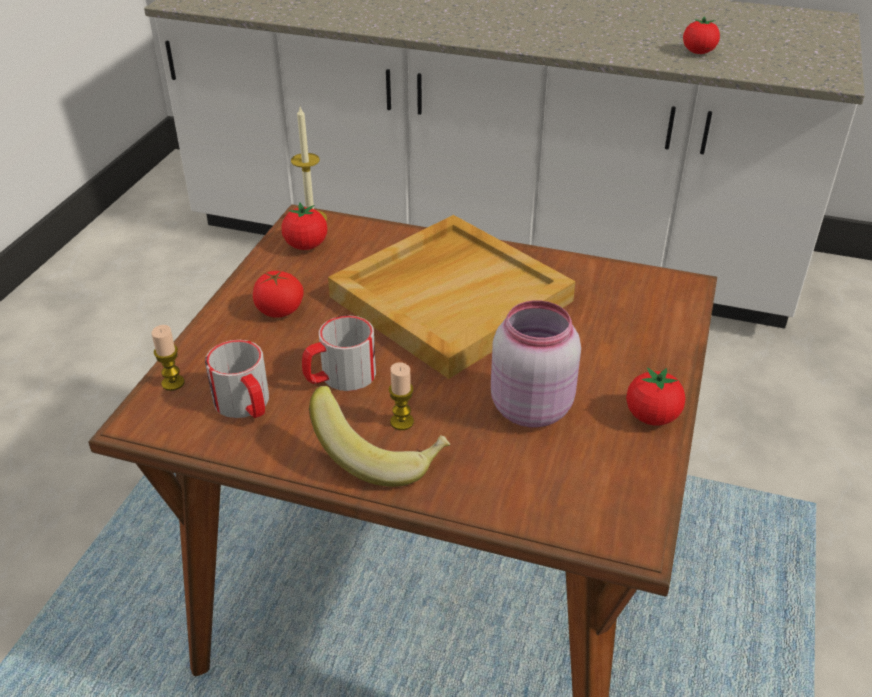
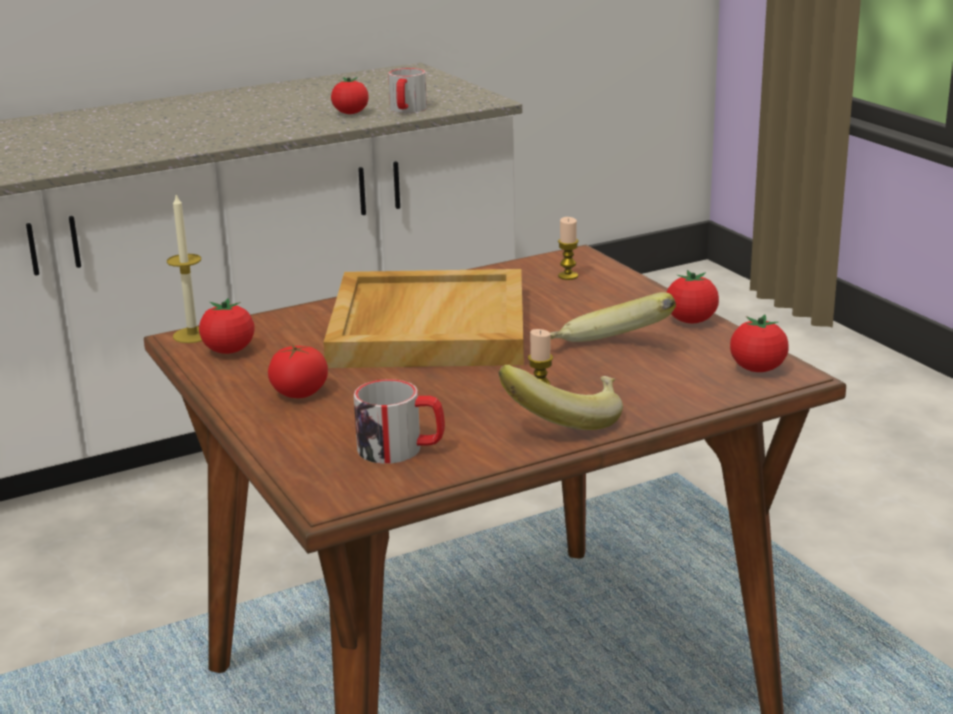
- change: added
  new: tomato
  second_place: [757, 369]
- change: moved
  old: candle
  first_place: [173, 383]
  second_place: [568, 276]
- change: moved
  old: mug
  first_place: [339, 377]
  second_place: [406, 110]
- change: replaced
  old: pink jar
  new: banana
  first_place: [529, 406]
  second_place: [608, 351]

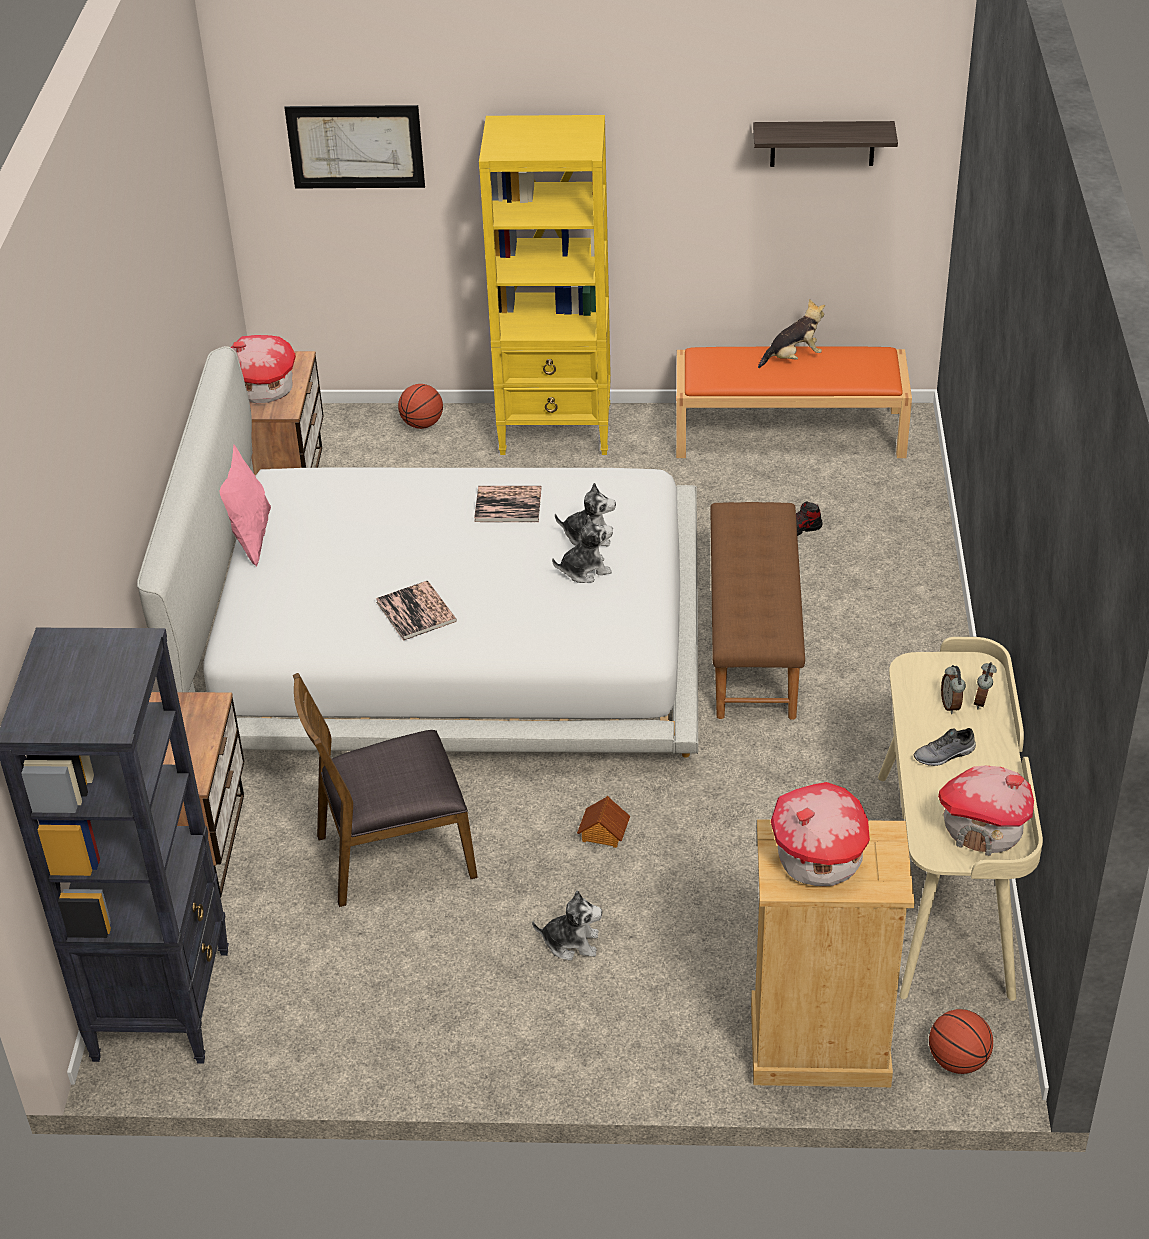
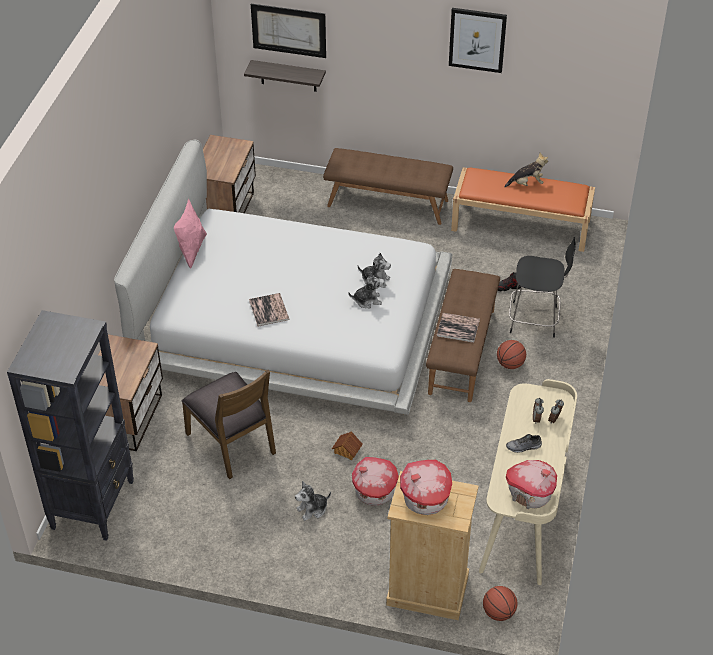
- change: added
  new: picture
  second_place: [477, 39]
- change: added
  new: black stool
  second_place: [536, 320]
- change: moved
  old: toy house
  first_place: [263, 390]
  second_place: [374, 492]
- change: moved
  old: basketball
  first_place: [422, 424]
  second_place: [510, 364]
- change: moved
  old: book
  first_place: [508, 505]
  second_place: [458, 328]
- change: moved
  old: shelf
  first_place: [822, 143]
  second_place: [288, 76]
- change: replaced
  old: yellow bookcase
  new: brown bench
  first_place: [557, 431]
  second_place: [388, 202]
- change: turned
  old: brown chair
  first_place: [394, 854]
  second_place: [232, 443]
  degrees: -120
- change: turned
  old: plush toy
  first_place: [571, 943]
  second_place: [312, 509]
  degrees: 135

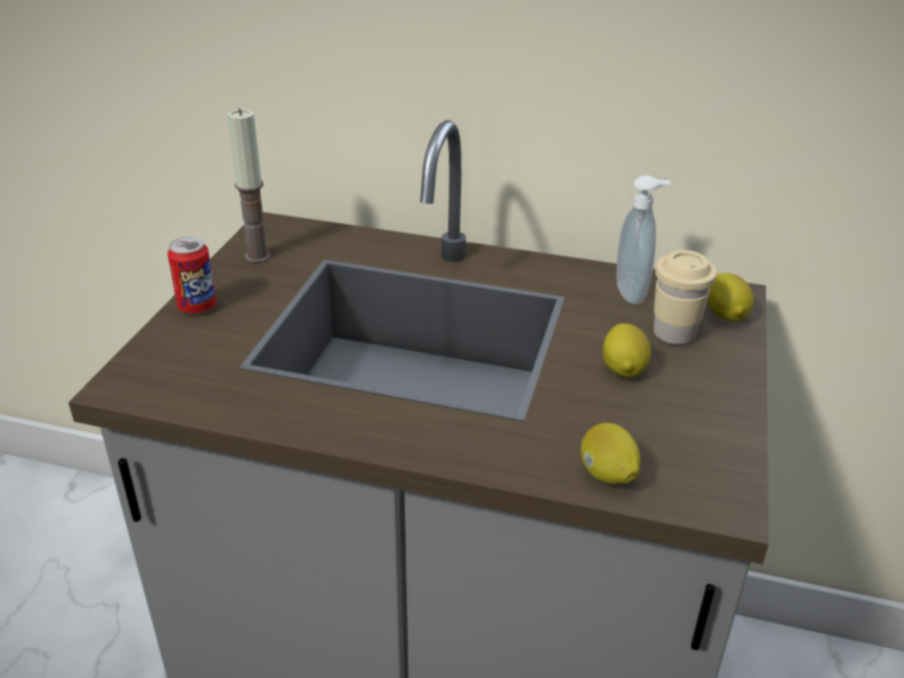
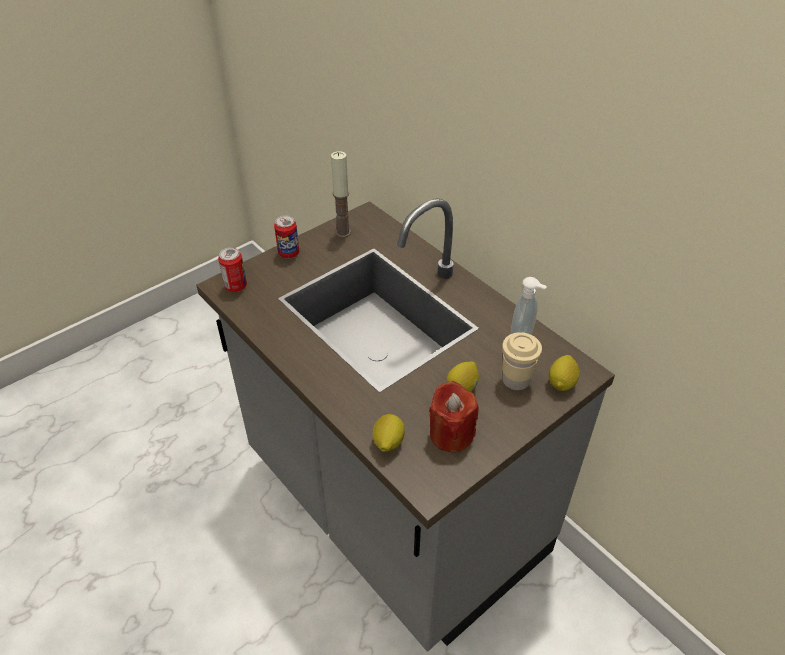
- change: added
  new: can
  second_place: [236, 286]
- change: added
  new: red candle
  second_place: [451, 434]

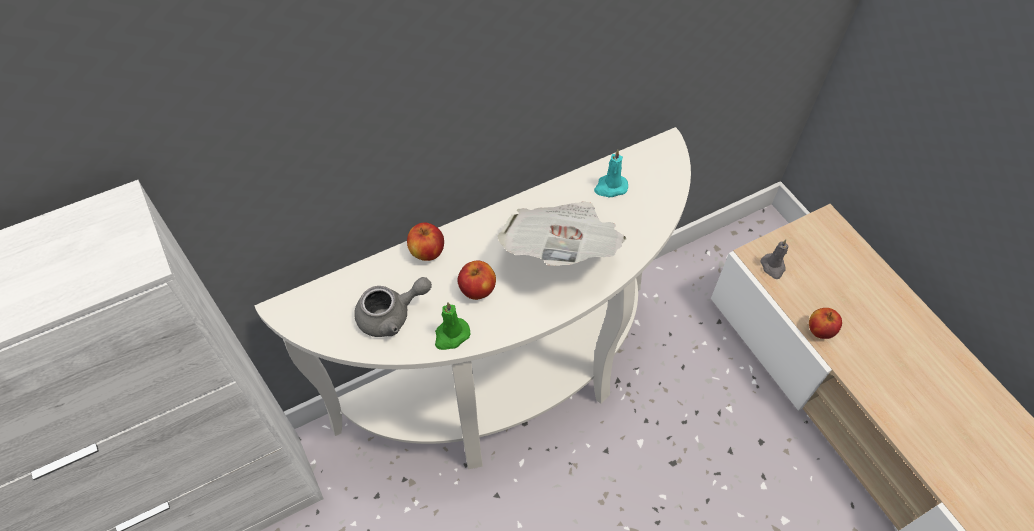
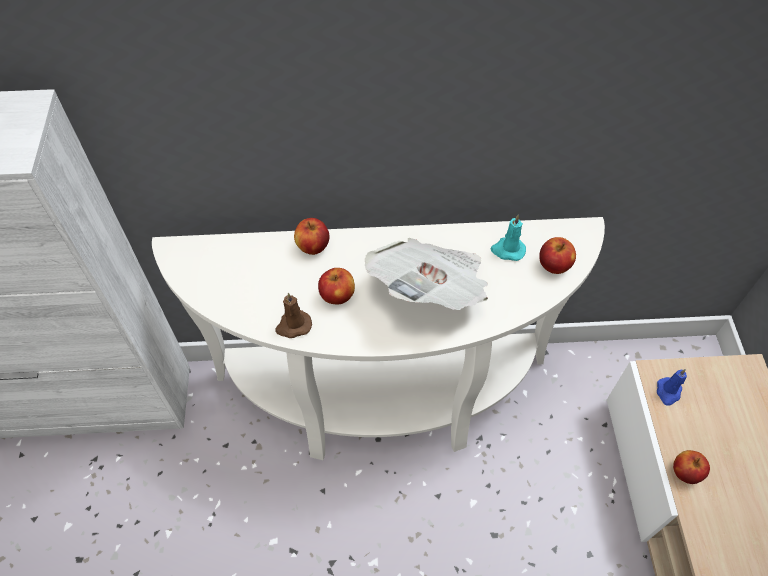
- change: removed
  old: grey teapot
  first_place: [391, 315]
- change: added
  new: apple
  second_place: [554, 265]
- change: recoloured
  old: green candle
  new: brown candle
  first_place: [451, 335]
  second_place: [293, 326]
- change: recoloured
  old: grey candle
  new: blue candle
  first_place: [773, 267]
  second_place: [668, 392]

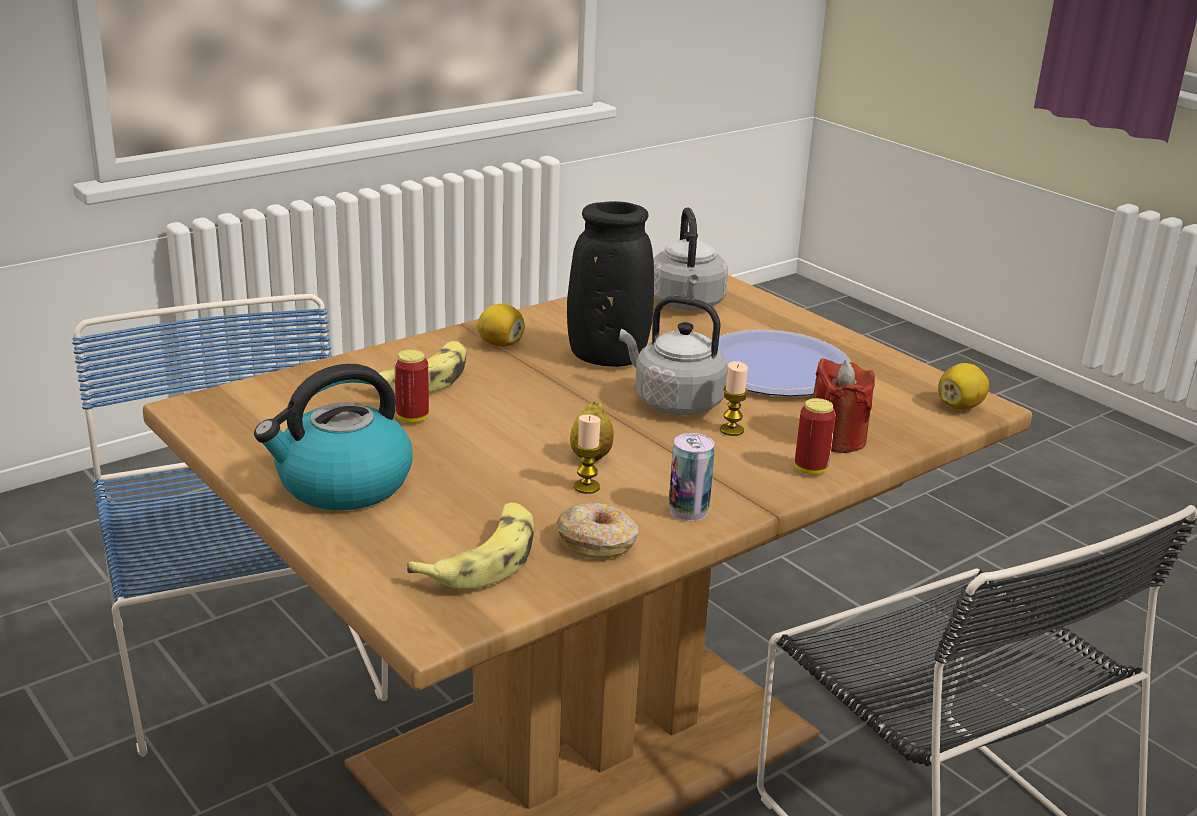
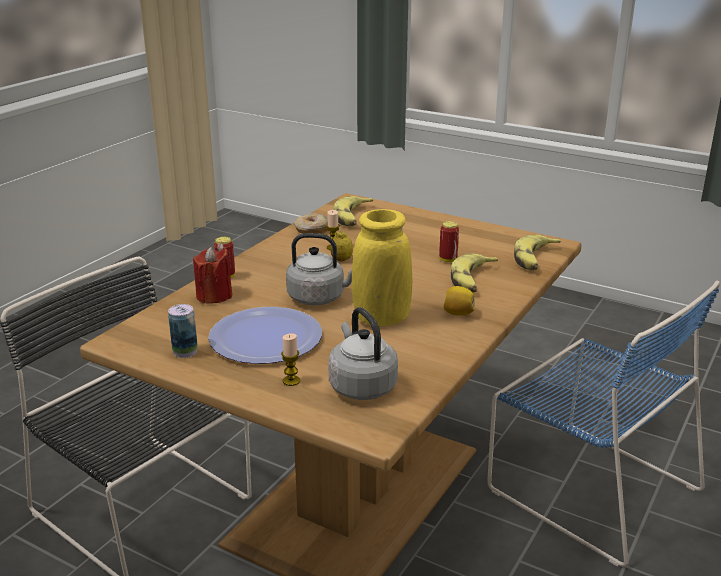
- change: removed
  old: kettle
  first_place: [342, 485]
- change: removed
  old: lemon
  first_place: [960, 406]
- change: added
  new: banana
  second_place: [535, 259]
- change: moved
  old: can
  first_place: [688, 511]
  second_place: [185, 351]
- change: moved
  old: candle
  first_place: [731, 430]
  second_place: [291, 381]
- change: recoloured
  old: black vase
  new: yellow vase
  first_place: [608, 358]
  second_place: [381, 319]

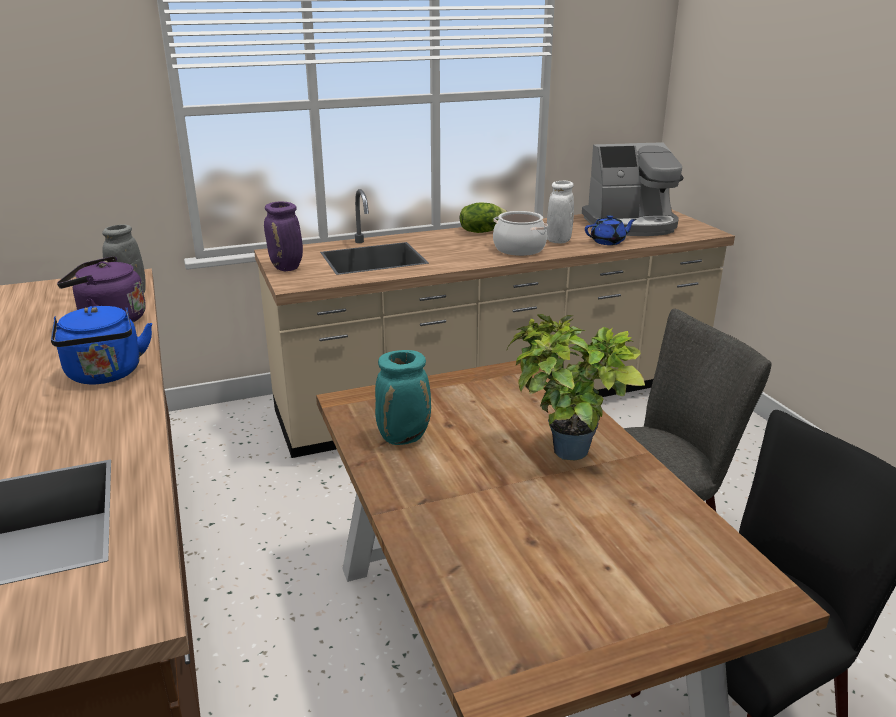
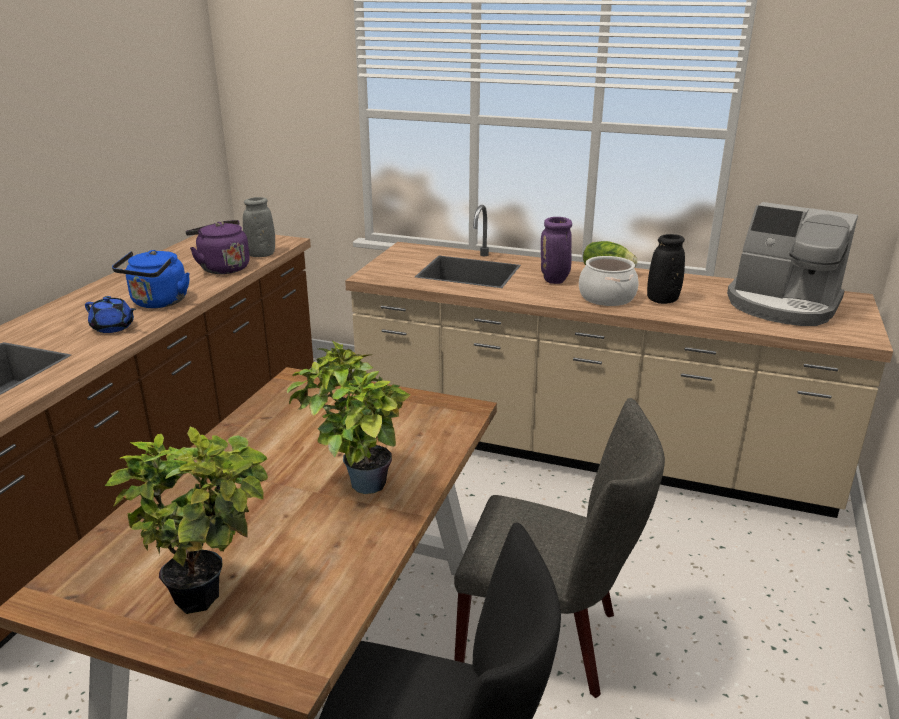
- change: removed
  old: turquoise vase
  first_place: [404, 437]
- change: added
  new: potted plant
  second_place: [210, 593]
- change: moved
  old: purple vase
  first_place: [287, 268]
  second_place: [555, 281]
- change: moved
  old: blue teapot
  first_place: [608, 242]
  second_place: [113, 327]
- change: recoloured
  old: white vase
  new: black vase
  first_place: [558, 241]
  second_place: [662, 300]

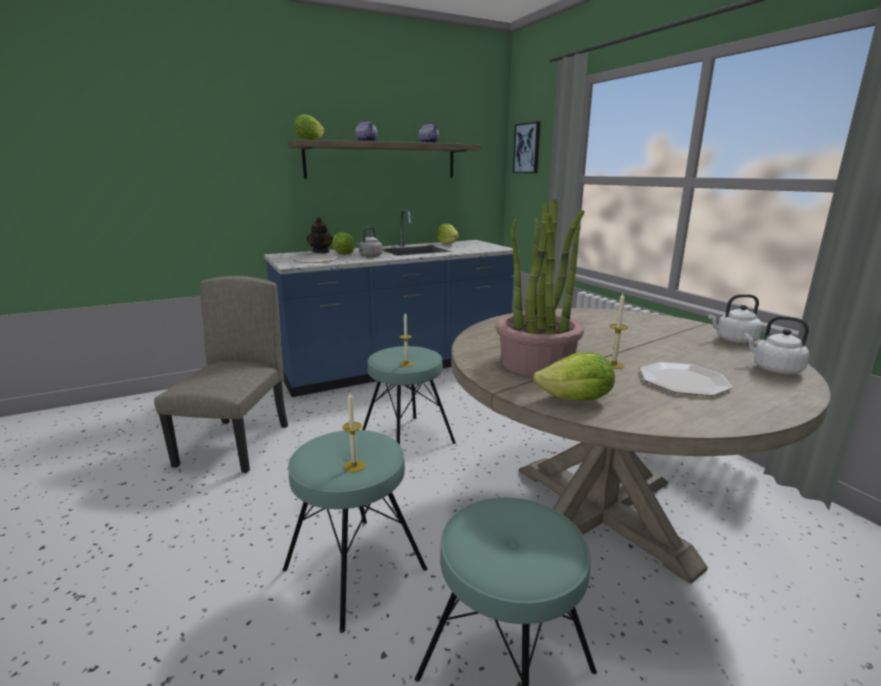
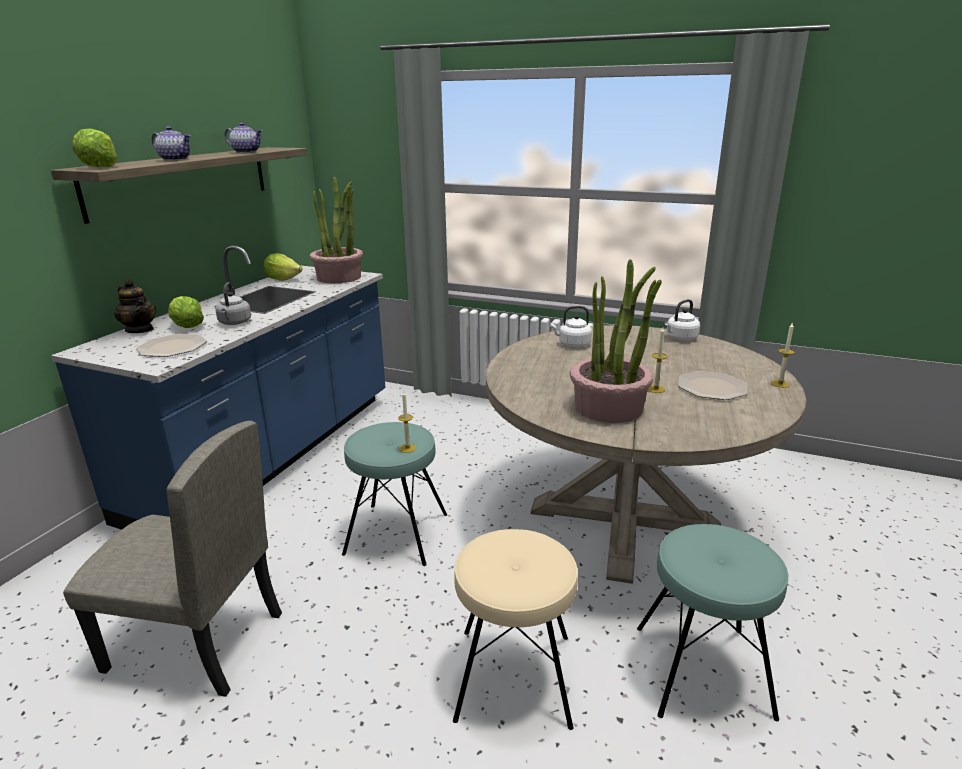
- change: removed
  old: picture
  first_place: [527, 148]
- change: removed
  old: lettuce
  first_place: [576, 400]
- change: added
  new: potted plant
  second_place: [339, 277]
- change: moved
  old: candle
  first_place: [354, 466]
  second_place: [780, 384]
- change: moved
  old: white kettle
  first_place: [774, 369]
  second_place: [572, 344]
- change: recoloured
  old: turquoise stool
  new: beige stool
  first_place: [355, 569]
  second_place: [514, 676]
- change: turned
  old: beige chair
  first_place: [235, 445]
  second_place: [195, 642]
  degrees: 135

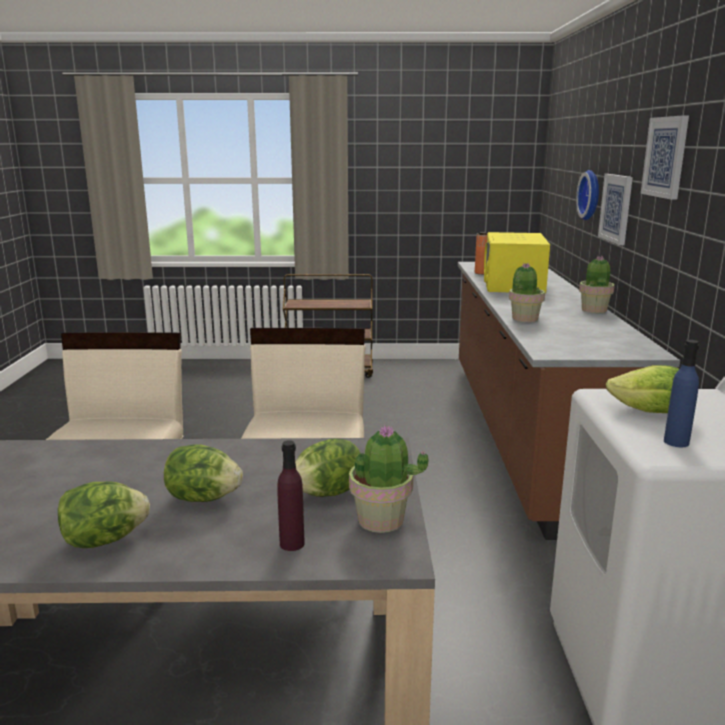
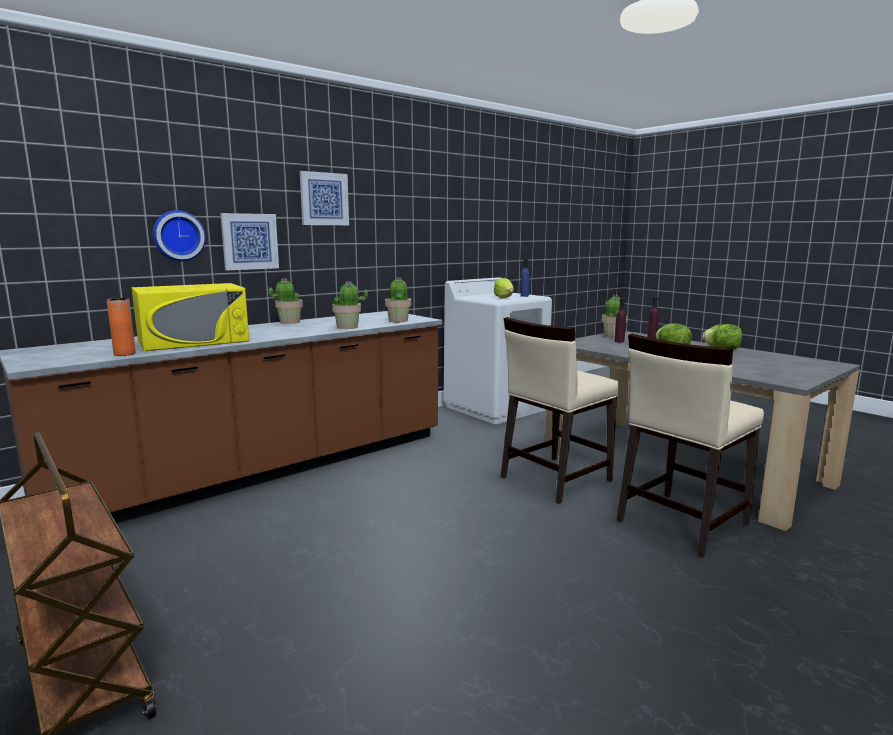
- change: added
  new: potted plant
  second_place: [398, 320]
- change: replaced
  old: lettuce
  new: purple bottle
  first_place: [328, 493]
  second_place: [619, 341]

